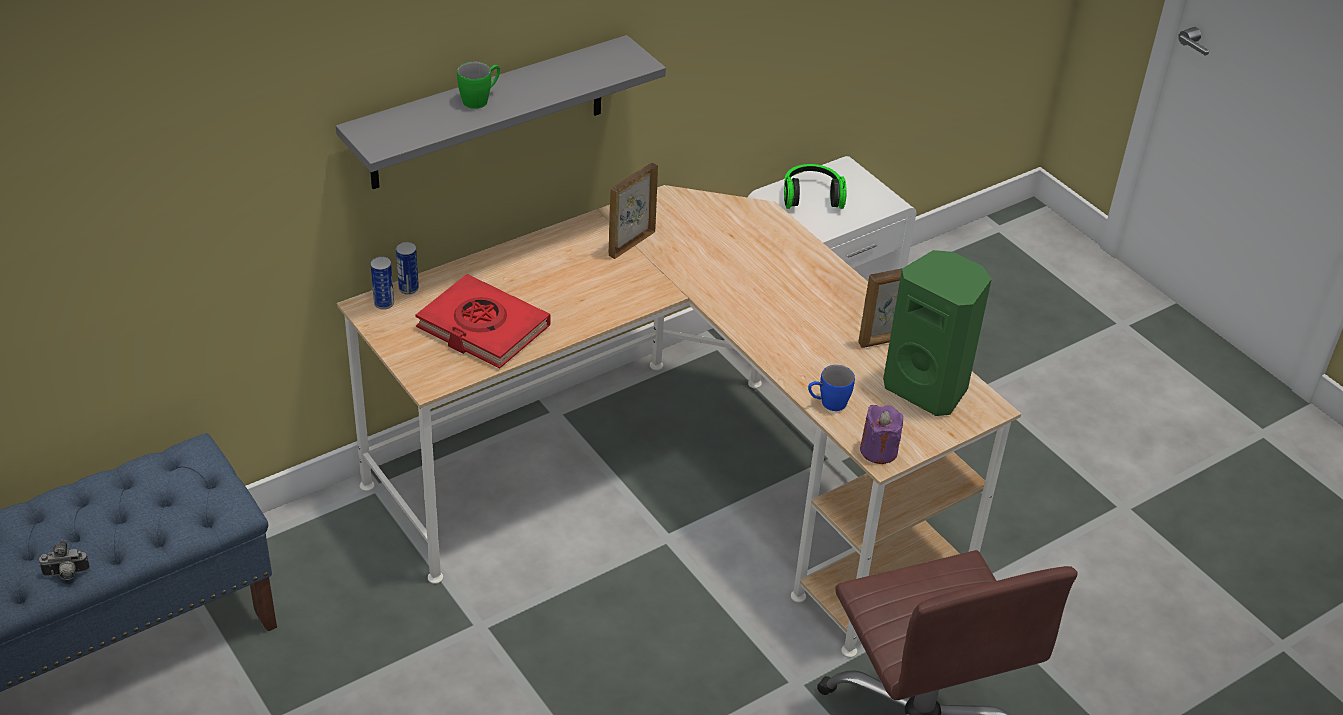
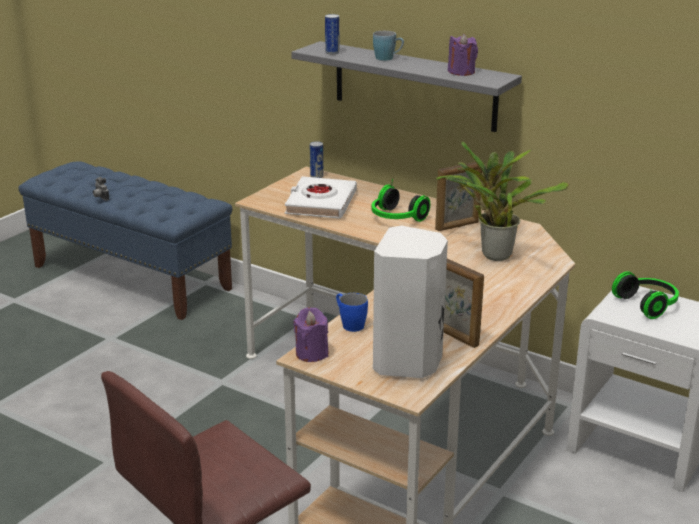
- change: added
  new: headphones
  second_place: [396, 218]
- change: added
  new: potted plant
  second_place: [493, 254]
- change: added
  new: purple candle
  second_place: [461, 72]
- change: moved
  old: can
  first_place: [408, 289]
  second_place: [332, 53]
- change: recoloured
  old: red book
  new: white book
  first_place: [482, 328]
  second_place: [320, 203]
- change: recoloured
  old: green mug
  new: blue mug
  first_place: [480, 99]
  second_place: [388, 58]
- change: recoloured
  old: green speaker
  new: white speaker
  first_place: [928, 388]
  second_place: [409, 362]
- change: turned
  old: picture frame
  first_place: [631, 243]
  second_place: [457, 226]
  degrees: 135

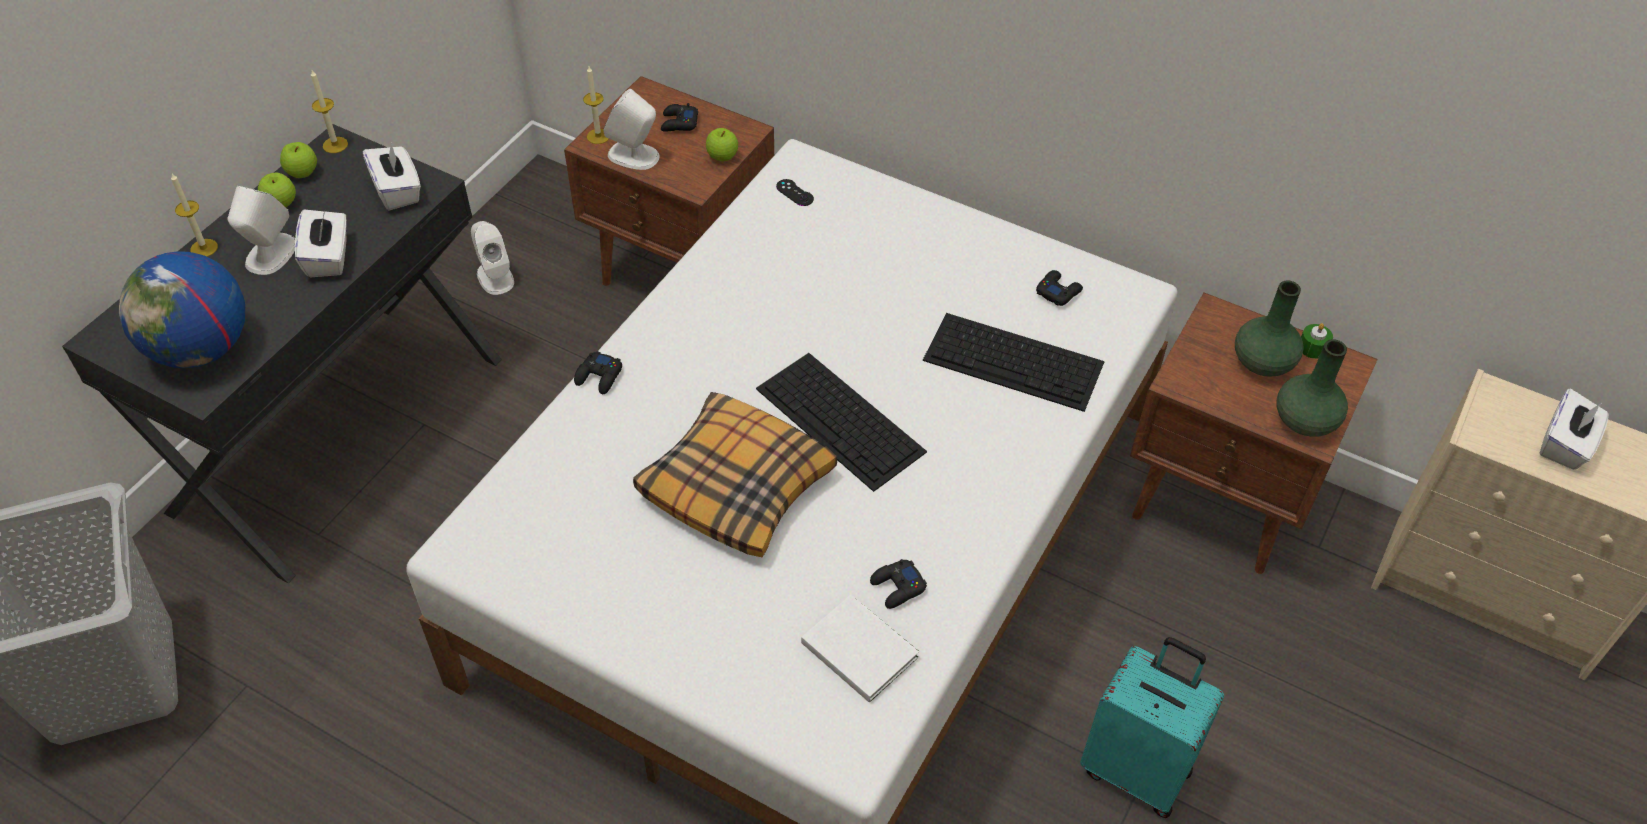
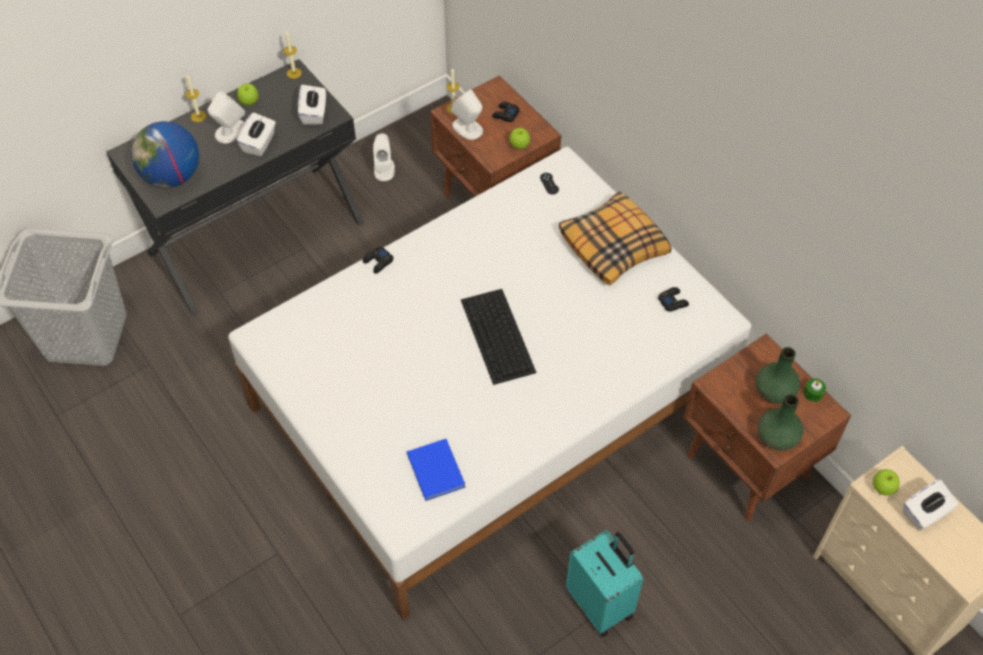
- change: removed
  old: black game controller
  first_place: [897, 587]
- change: removed
  old: keyboard
  first_place: [1015, 361]
- change: moved
  old: apple
  first_place: [303, 173]
  second_place: [882, 488]
- change: moved
  old: pillow
  first_place: [737, 485]
  second_place: [614, 246]
- change: recoloured
  old: white book
  new: blue book
  first_place: [858, 647]
  second_place: [436, 469]

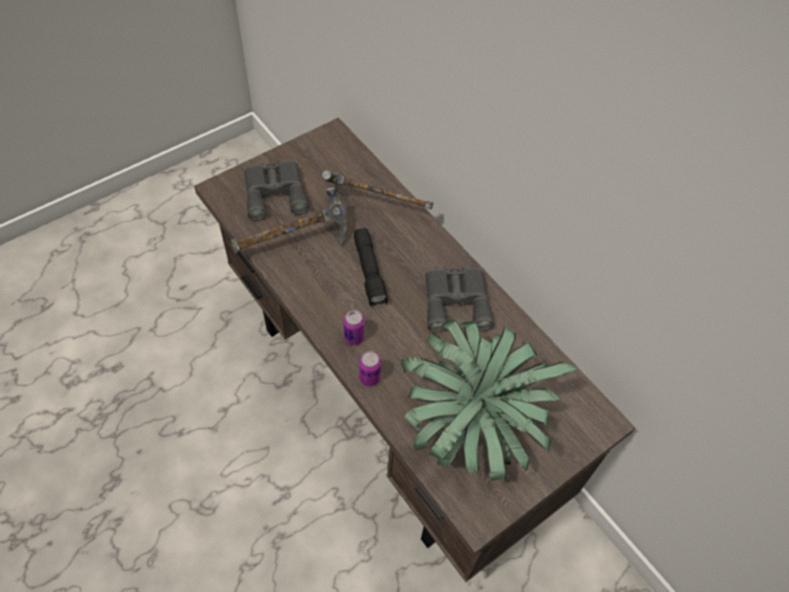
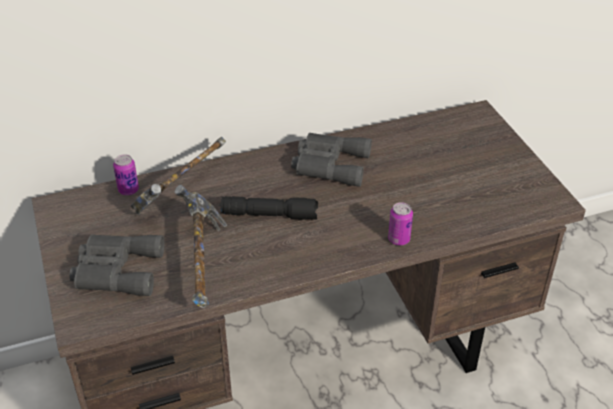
- change: removed
  old: potted plant
  first_place: [474, 421]
- change: moved
  old: can
  first_place: [354, 337]
  second_place: [128, 190]

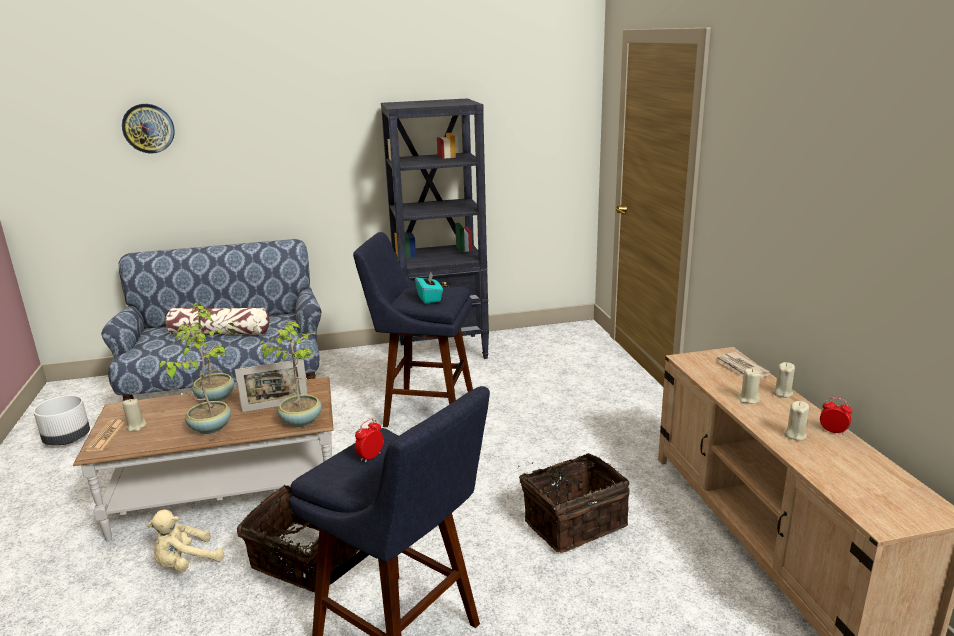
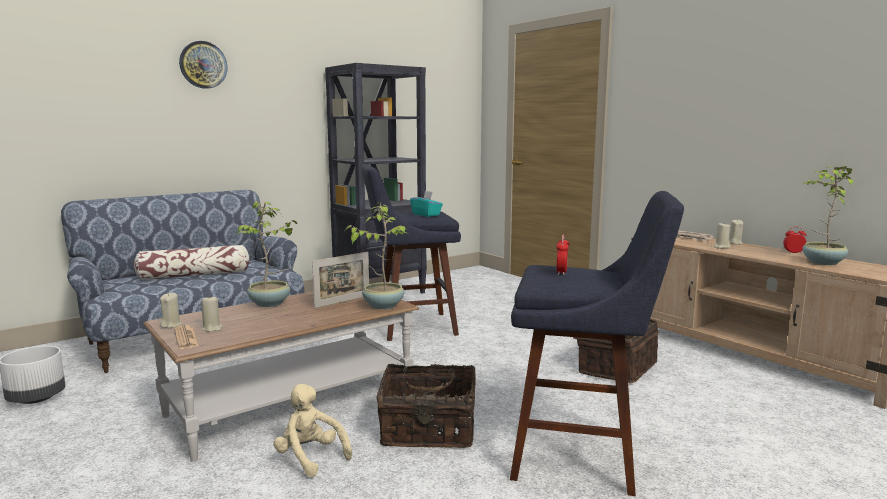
- change: moved
  old: wall clock
  first_place: [148, 128]
  second_place: [203, 65]
- change: moved
  old: potted plant
  first_place: [209, 427]
  second_place: [822, 262]
- change: moved
  old: beige candle
  first_place: [794, 435]
  second_place: [171, 325]
- change: turned
  old: beige plush toy
  first_place: [186, 564]
  second_place: [310, 457]
  degrees: 105

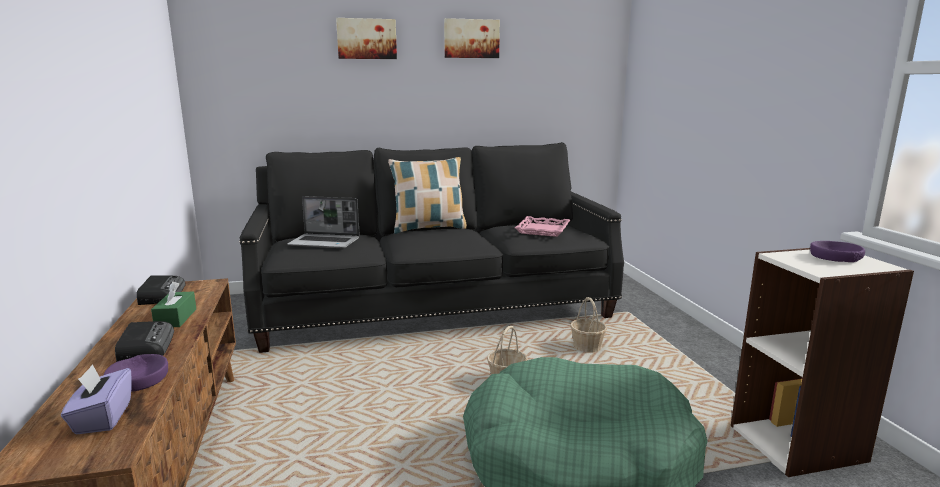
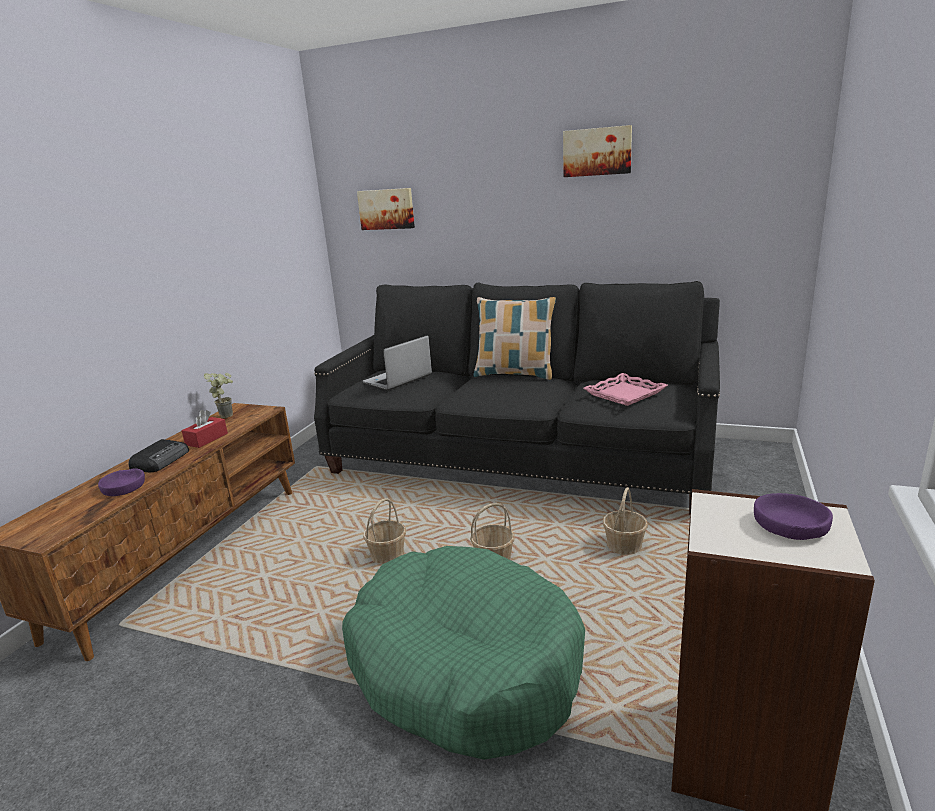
- change: removed
  old: purple tissue box
  first_place: [102, 418]
- change: added
  new: basket
  second_place: [388, 555]
- change: moved
  old: picture
  first_place: [366, 39]
  second_place: [386, 209]
- change: replaced
  old: radio
  new: potted plant
  first_place: [162, 294]
  second_place: [227, 414]
- change: recoloured
  old: green tissue box
  new: red tissue box
  first_place: [176, 318]
  second_place: [206, 439]
- change: turned
  old: laptop
  first_place: [325, 242]
  second_place: [397, 380]
  degrees: 90

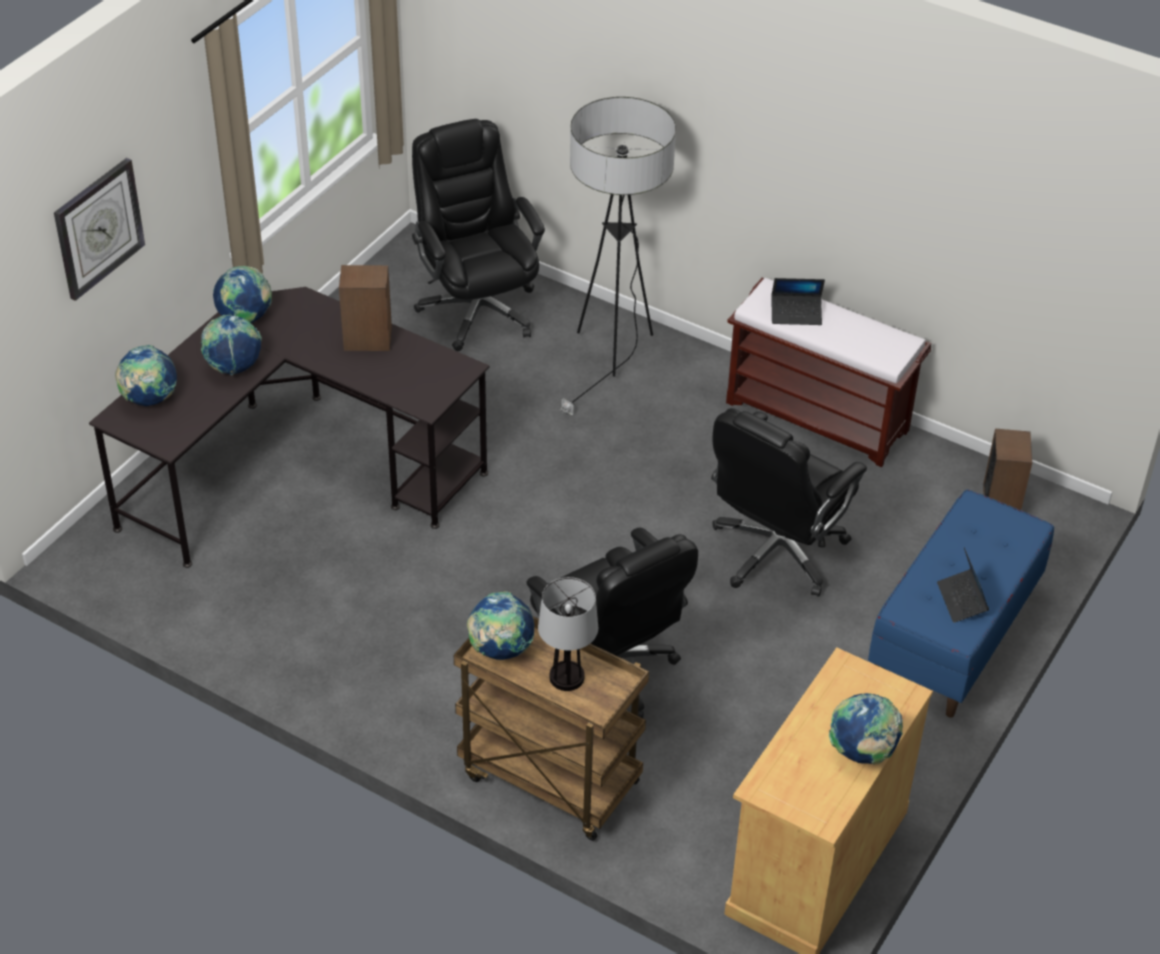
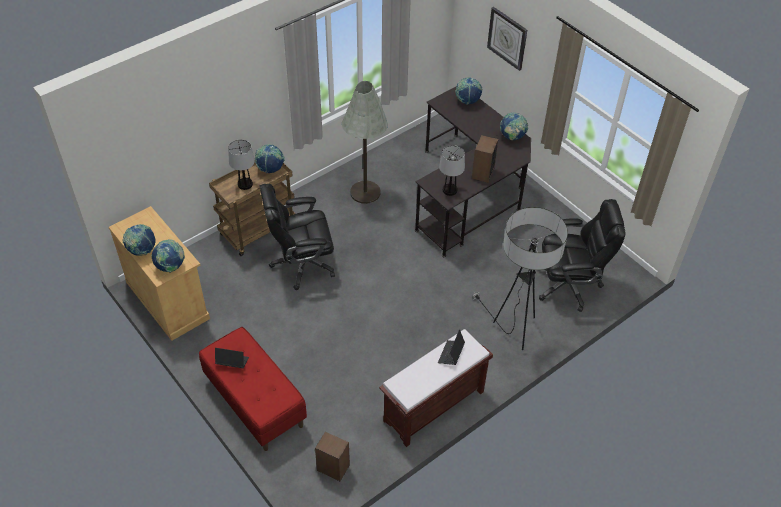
- change: removed
  old: black office chair
  first_place: [776, 552]
- change: added
  new: grey floor lamp
  second_place: [365, 192]
- change: added
  new: table lamp
  second_place: [450, 190]
- change: moved
  old: globe
  first_place: [234, 367]
  second_place: [171, 267]
- change: recoloured
  old: blue bench
  new: red bench
  first_place: [954, 636]
  second_place: [255, 402]

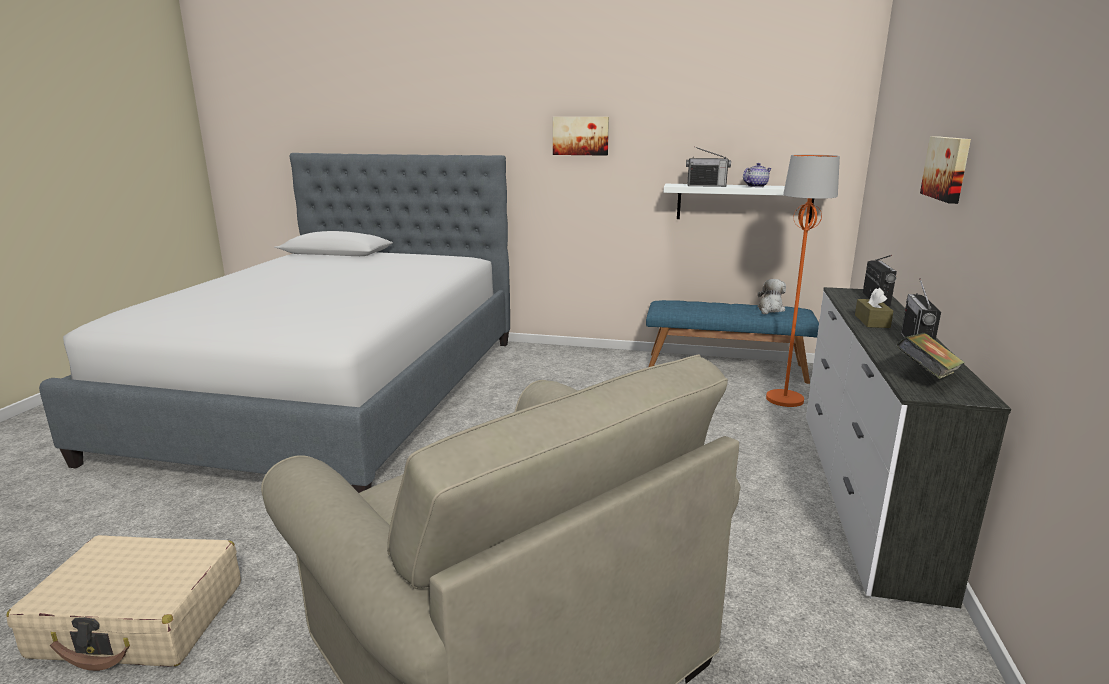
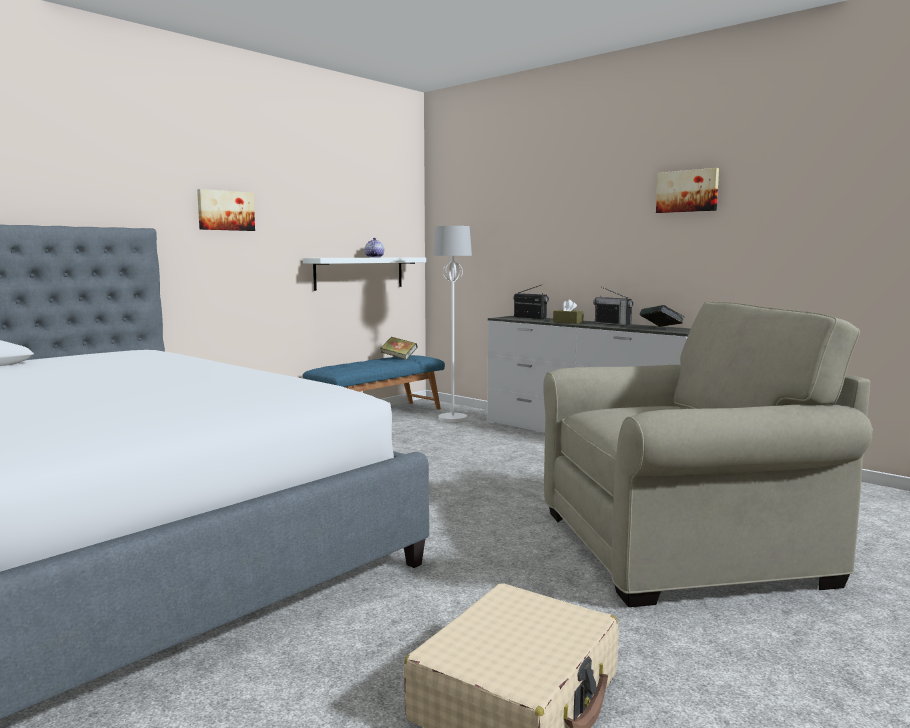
- change: removed
  old: radio
  first_place: [706, 186]
- change: moved
  old: picture
  first_place: [948, 168]
  second_place: [687, 191]
- change: replaced
  old: plush toy
  new: book
  first_place: [770, 309]
  second_place: [399, 358]
- change: recoloured
  old: orange floor lamp
  new: white floor lamp
  first_place: [784, 399]
  second_place: [452, 418]

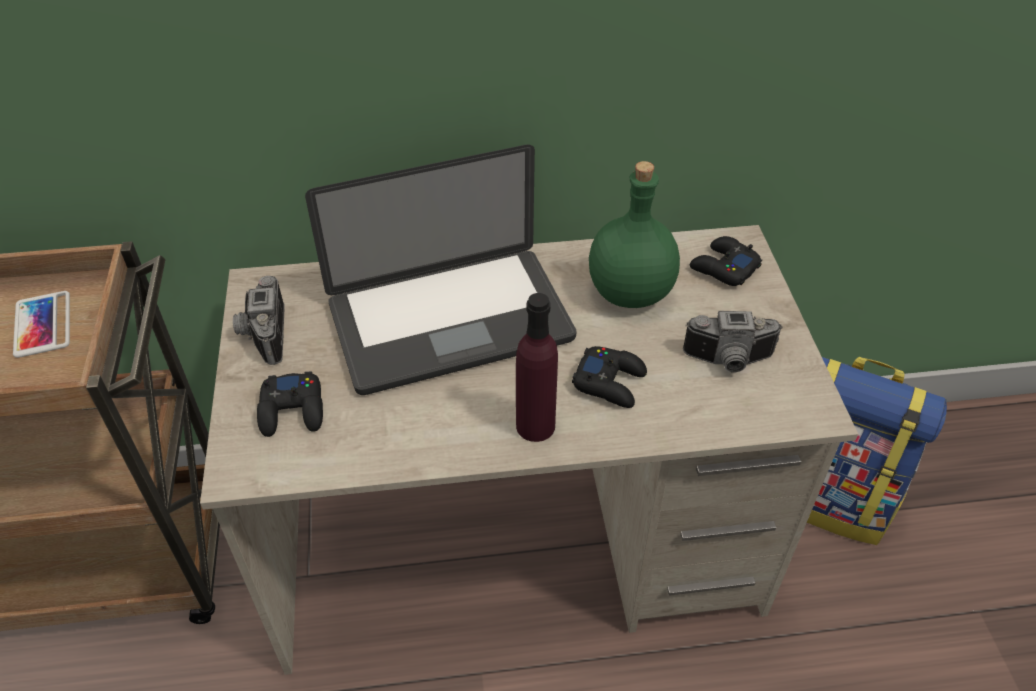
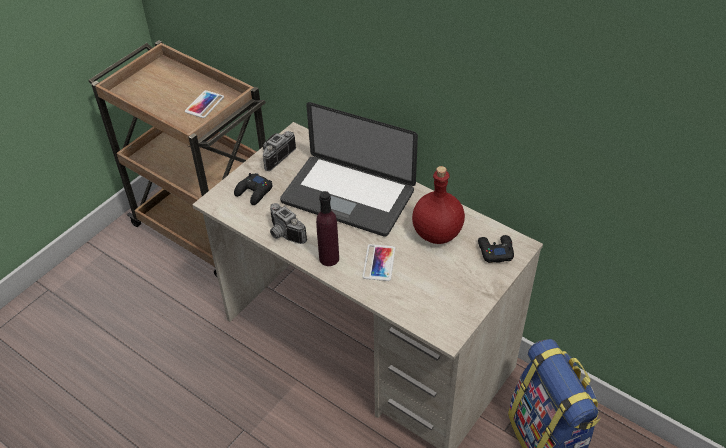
- change: moved
  old: photo camera
  first_place: [729, 362]
  second_place: [283, 234]
- change: replaced
  old: black game controller
  new: phone
  first_place: [610, 382]
  second_place: [379, 263]
- change: recoloured
  old: green bottle
  new: red bottle
  first_place: [628, 292]
  second_place: [436, 233]

